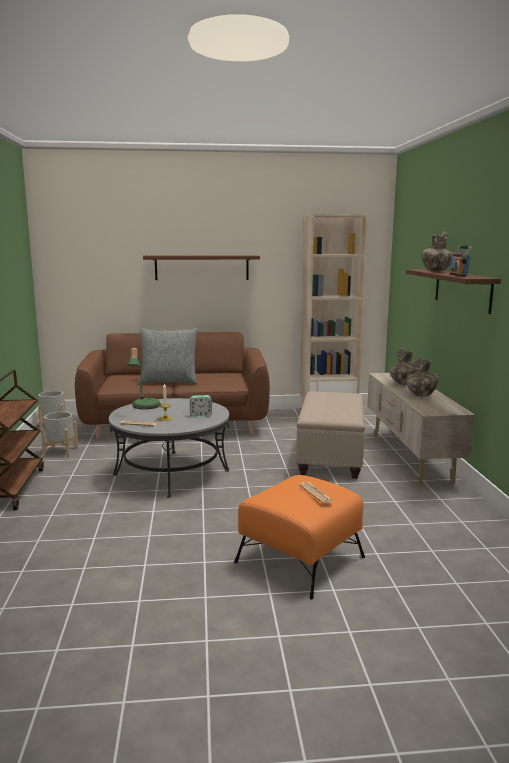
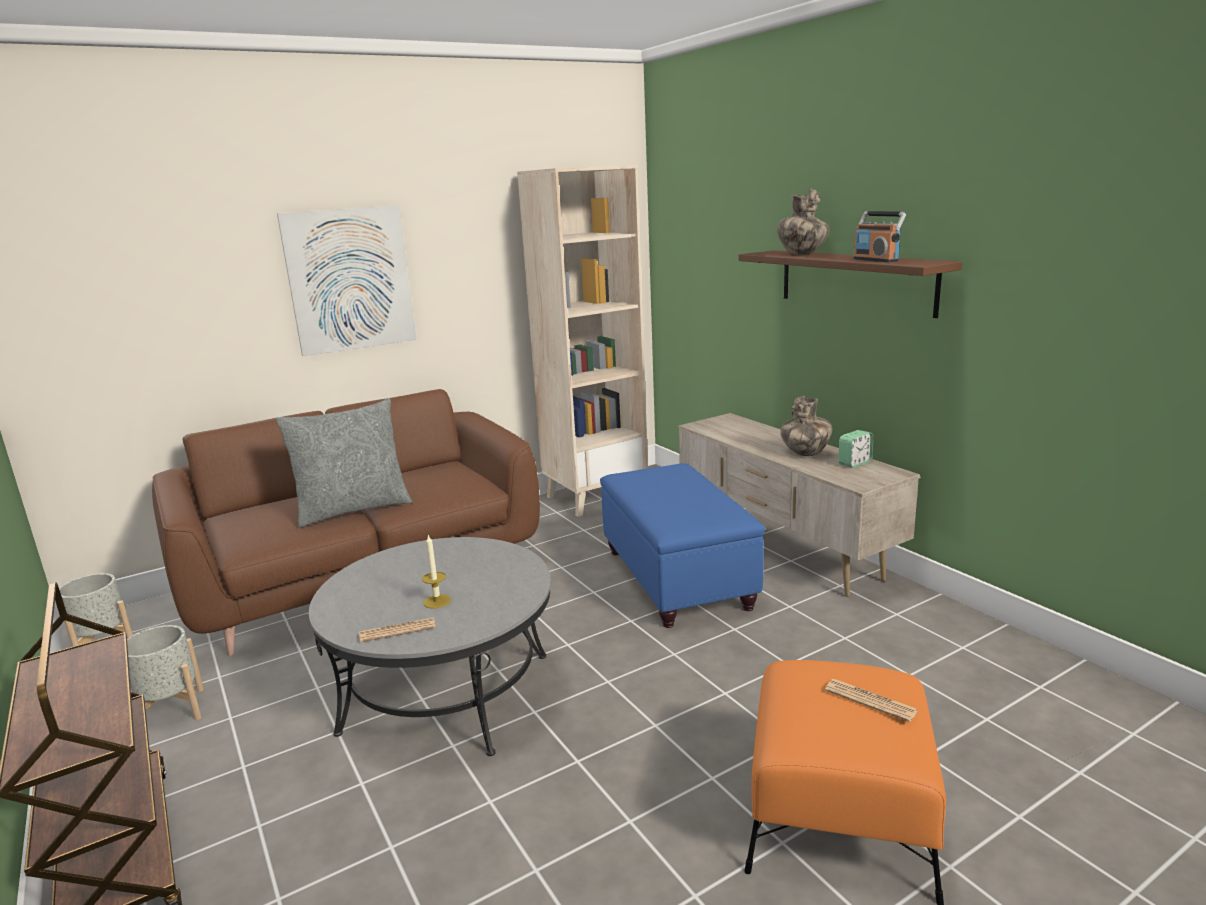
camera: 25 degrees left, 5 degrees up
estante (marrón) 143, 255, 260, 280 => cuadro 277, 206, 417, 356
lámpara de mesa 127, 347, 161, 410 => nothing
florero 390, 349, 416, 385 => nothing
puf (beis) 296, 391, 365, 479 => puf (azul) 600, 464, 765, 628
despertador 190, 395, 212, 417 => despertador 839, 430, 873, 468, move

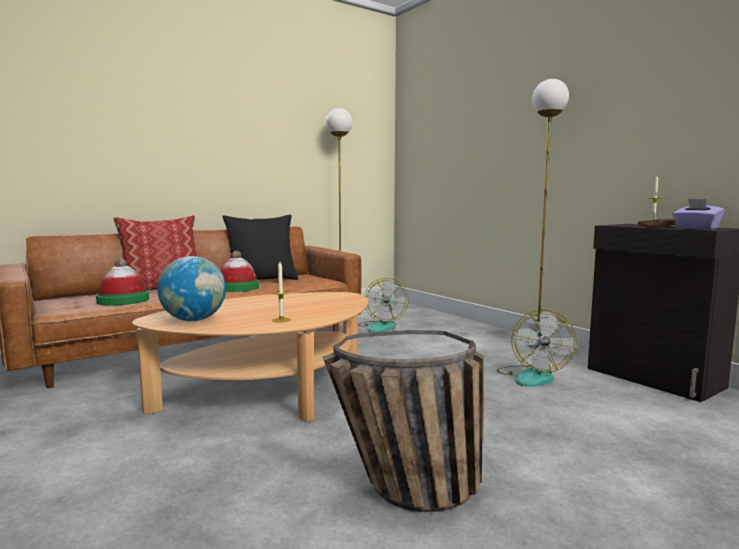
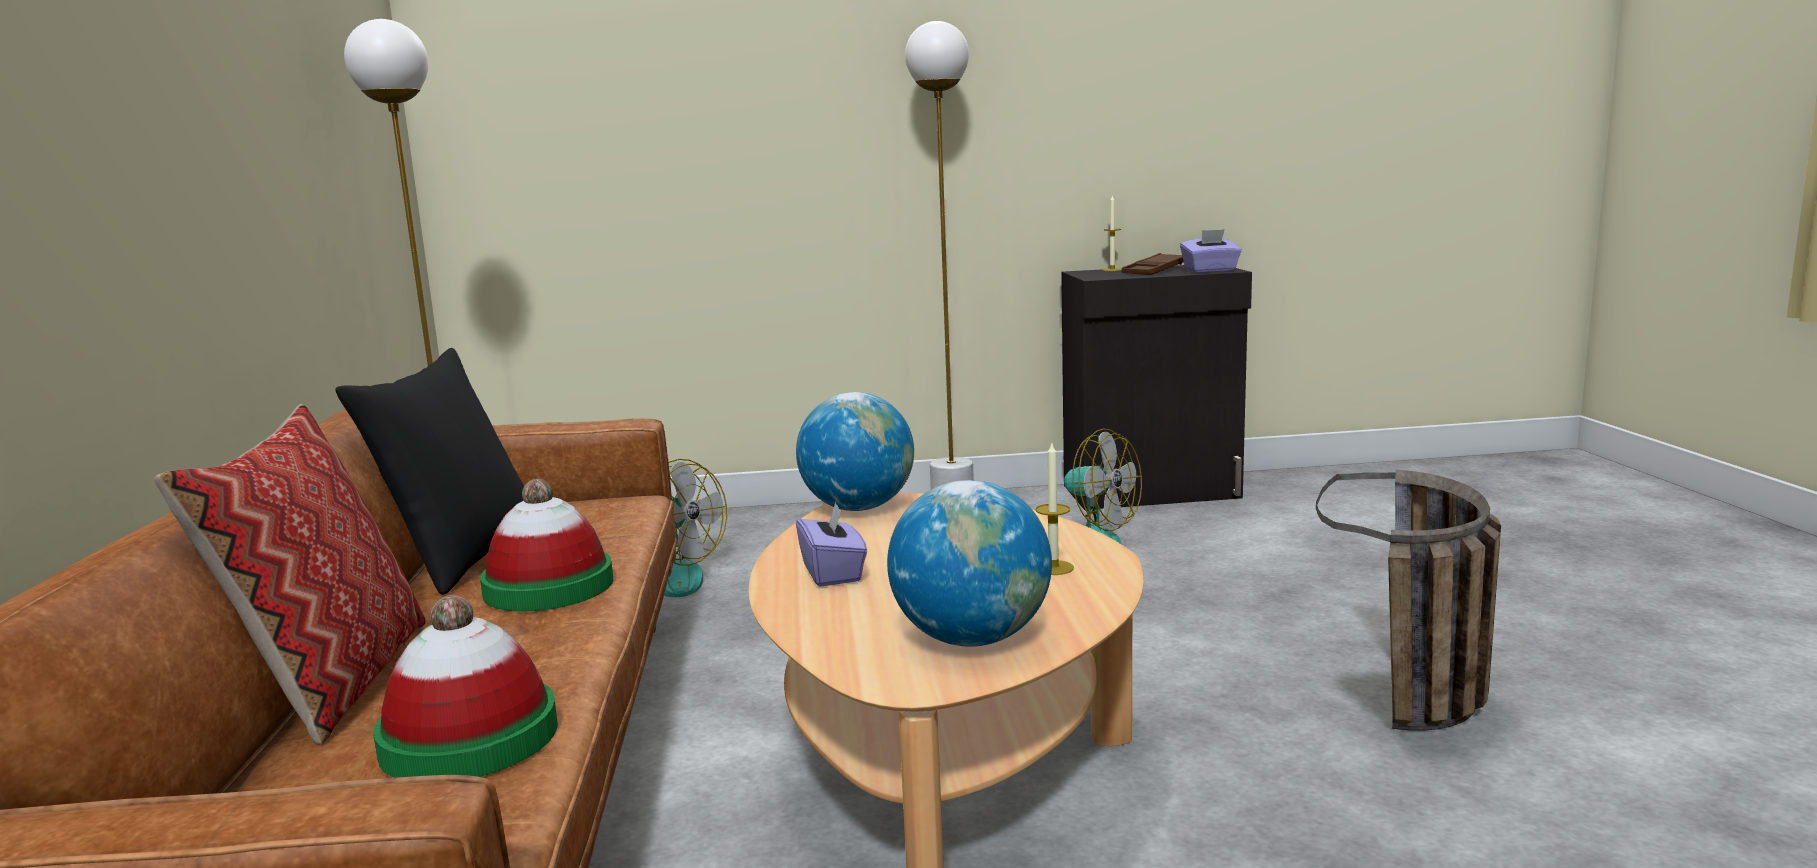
camera: 60 degrees left, 5 degrees up
nothing => globo terráqueo 796, 392, 914, 511
nothing => caja de pañuelos (morado) 796, 502, 867, 587

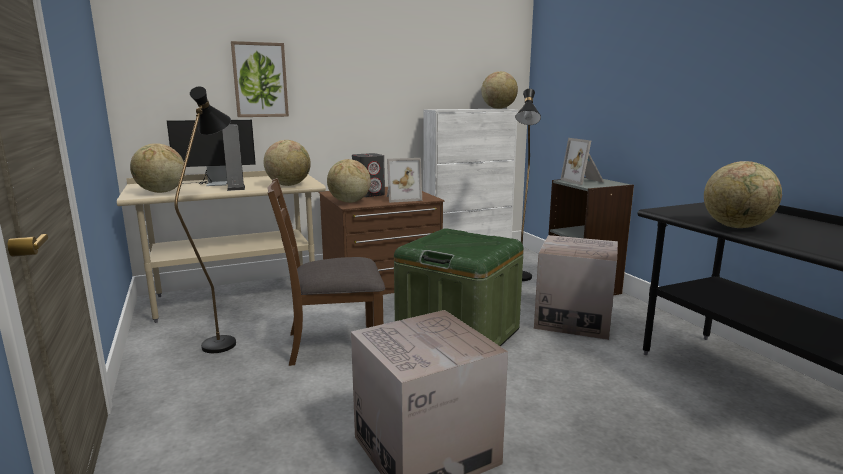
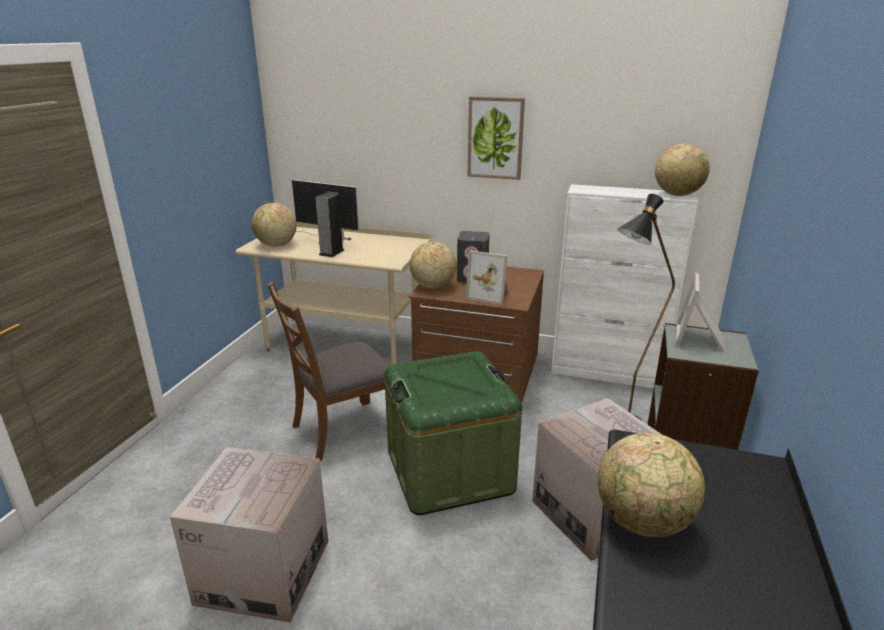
camera: 40 degrees right, 10 degrees up
cuadro 231, 41, 289, 117 => cuadro 468, 96, 525, 180, move
lámpara de pie (negro) 174, 86, 236, 353 => nothing
globo terráqueo 263, 140, 311, 186 => nothing
silla (marrón) 267, 178, 385, 366 => silla (marrón) 267, 282, 390, 461, 60 degrees counterclockwise

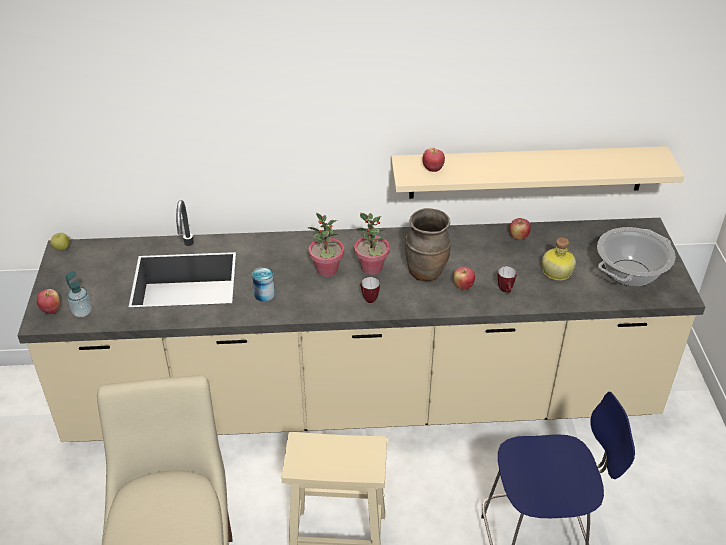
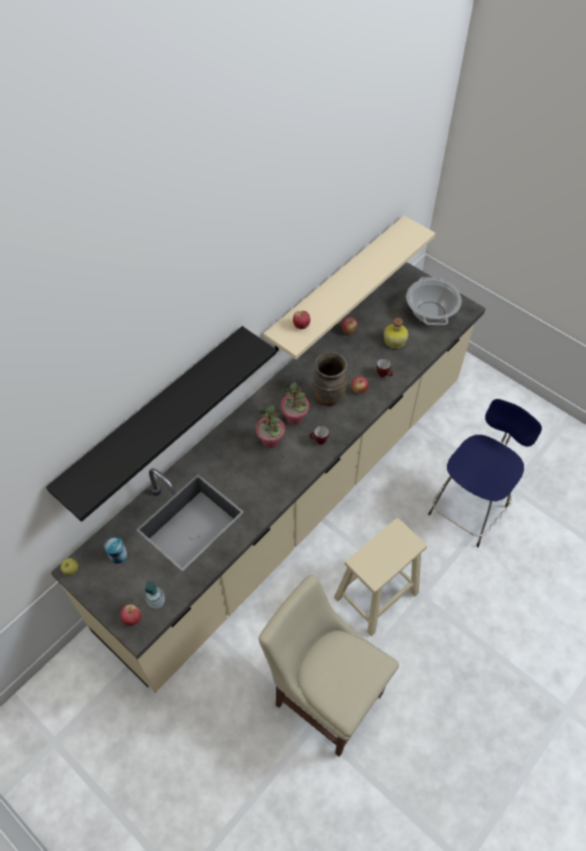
camera: 45 degrees left, 15 degrees up
lata 252, 267, 275, 302 => lata 105, 537, 127, 564, move
nothing => estante (negro) 46, 326, 276, 522

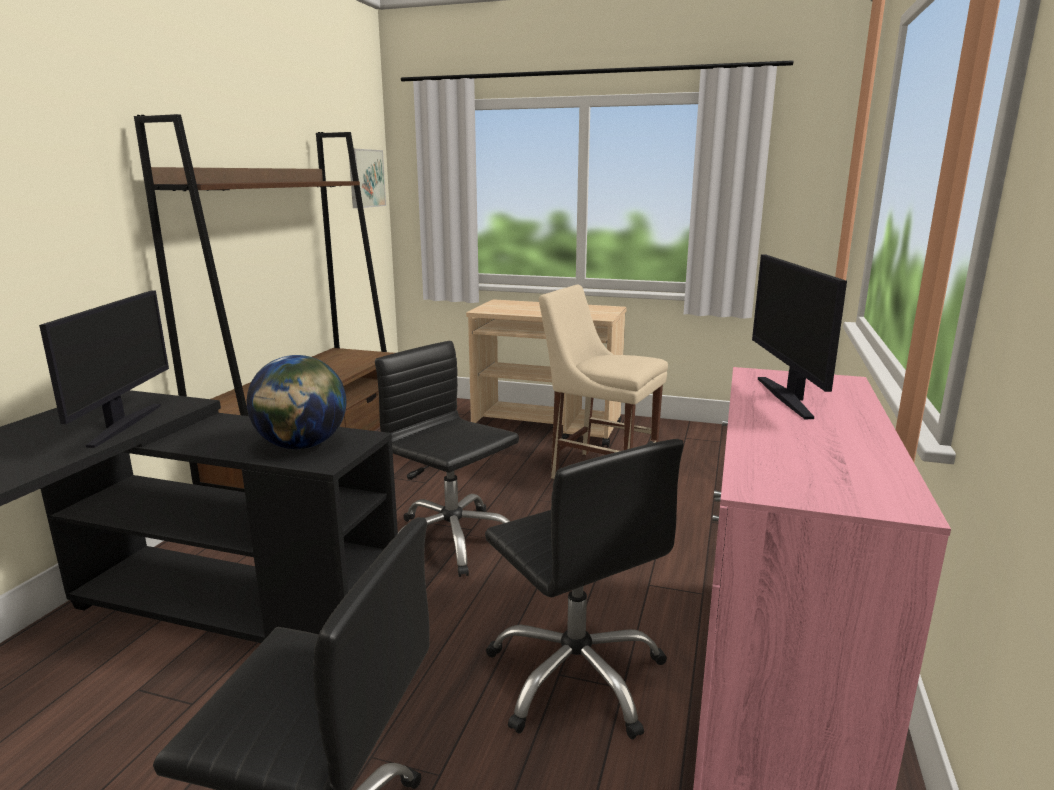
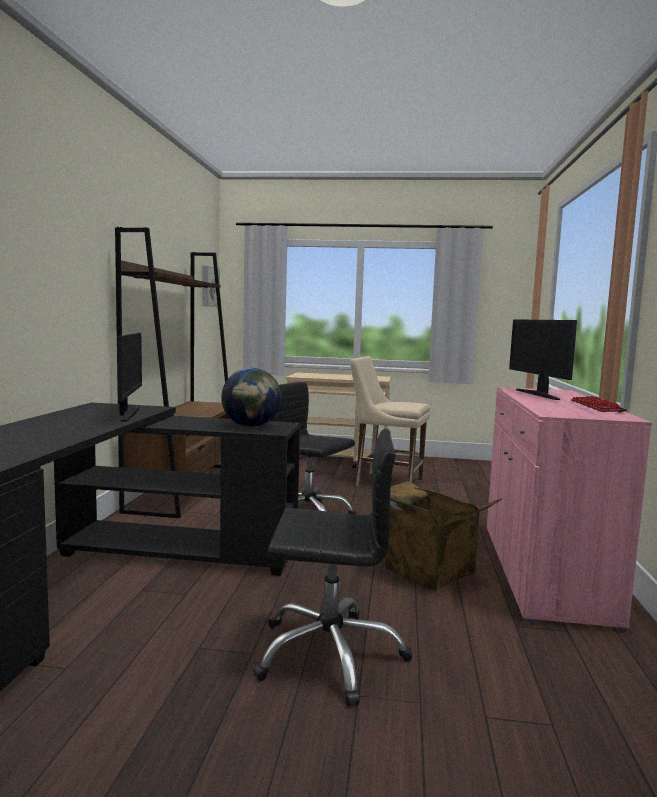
camera: 10 degrees left, 10 degrees down
silla de oficina (negro) 485, 439, 684, 739 => caja de cartón 369, 481, 502, 591
nothing => teclado 571, 396, 627, 413

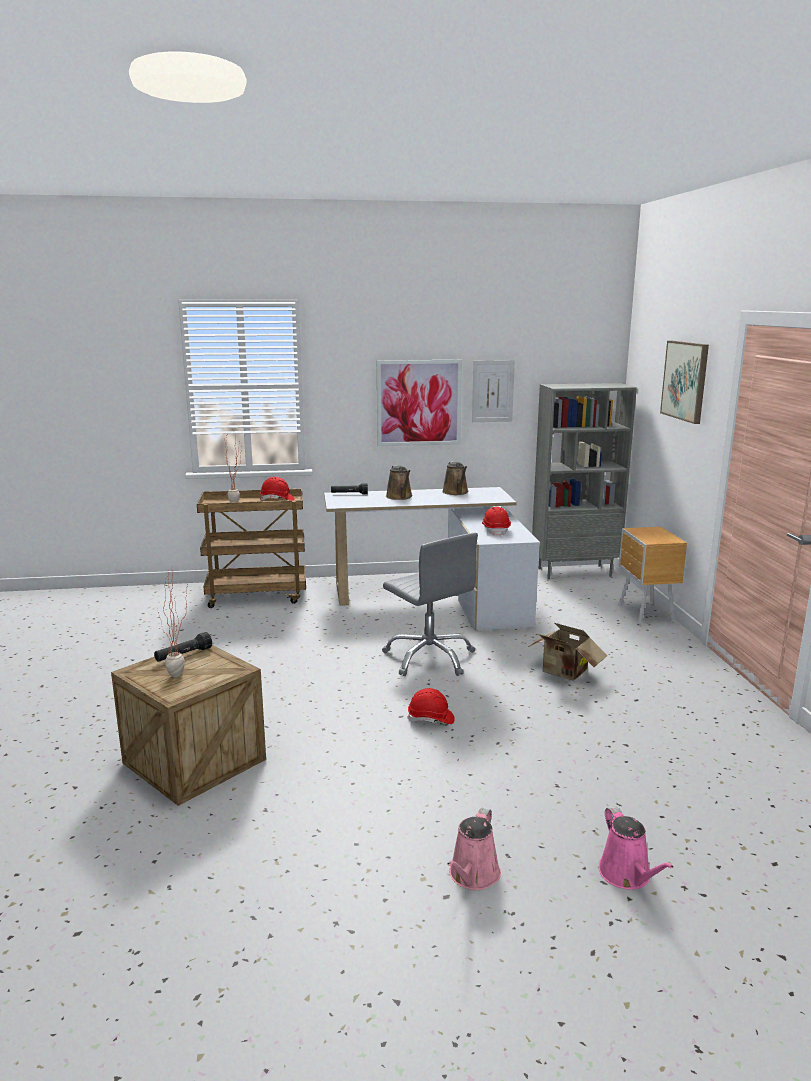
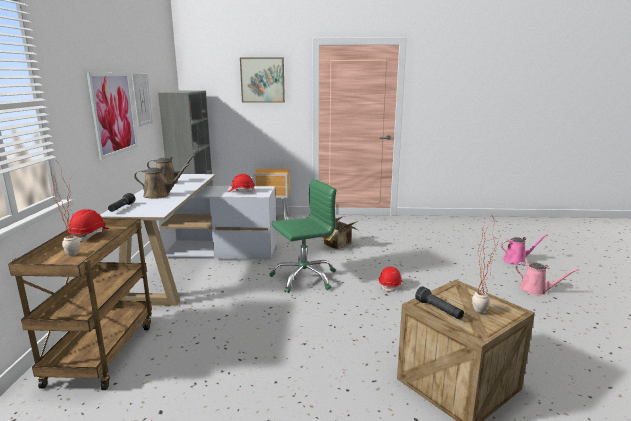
camera: 80 degrees left, 0 degrees up
silla de oficina (gris) 382, 533, 478, 676 => silla de oficina (verde) 269, 179, 337, 293

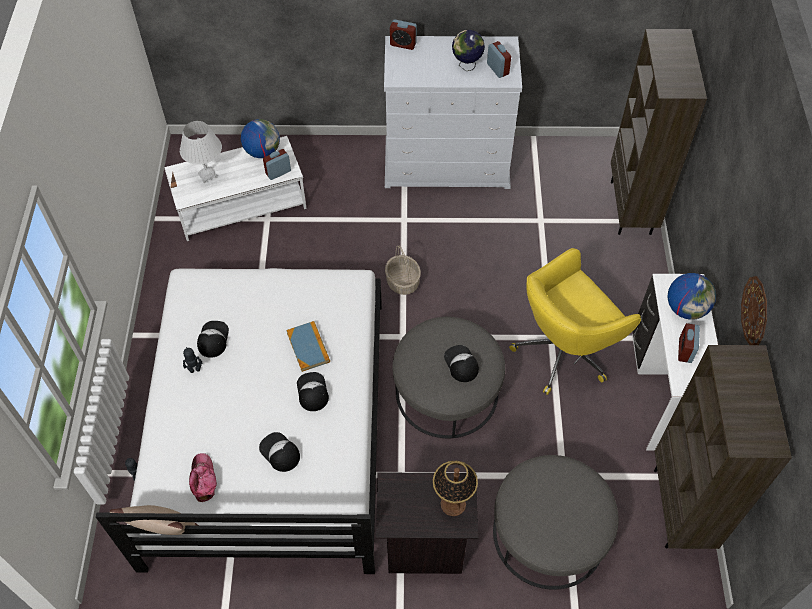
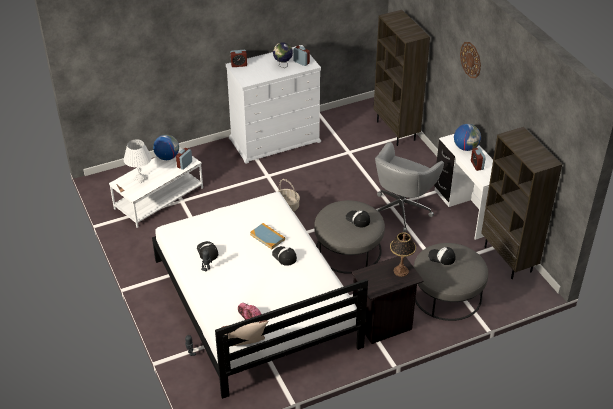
camera: 25 degrees left, 15 degrees down
silla de oficina (amarillo) 509, 248, 641, 395 => silla de oficina (gris) 375, 142, 444, 232
reloj de pared 741, 276, 767, 345 => reloj de pared 460, 42, 481, 78, move
gorra 259, 432, 300, 472 => gorra 428, 247, 456, 265, move

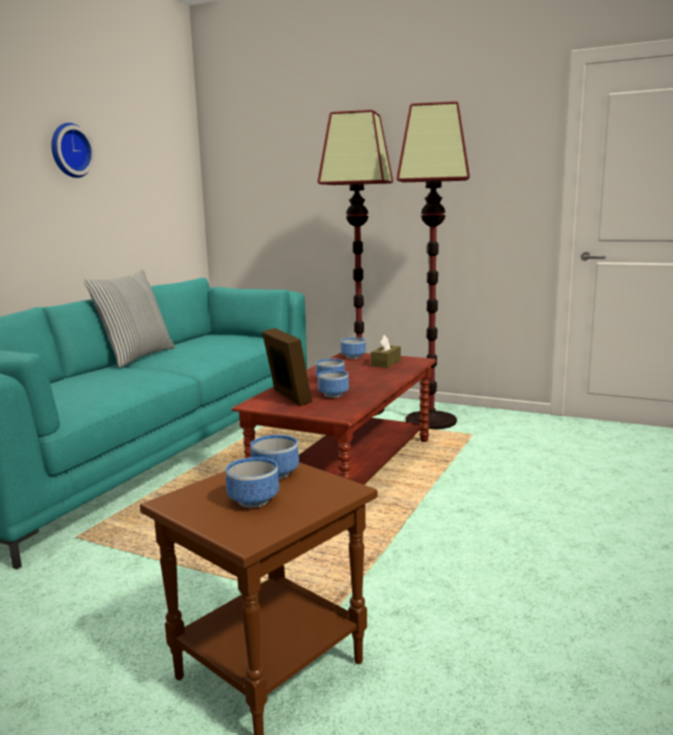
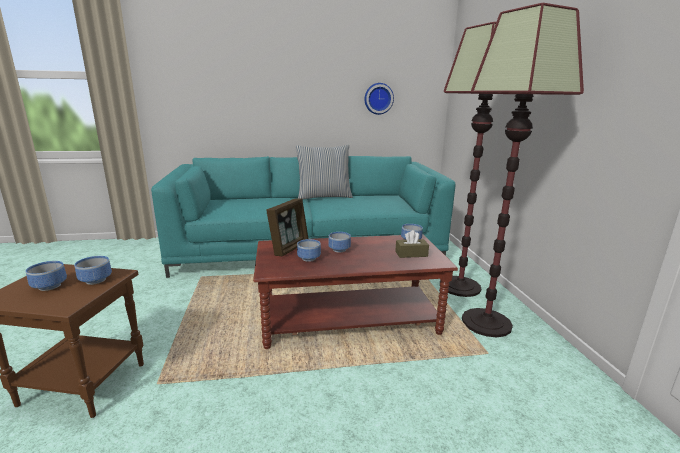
camera: 55 degrees right, 5 degrees up
reloj de pared 51, 123, 95, 178 => reloj de pared 364, 83, 394, 115, move

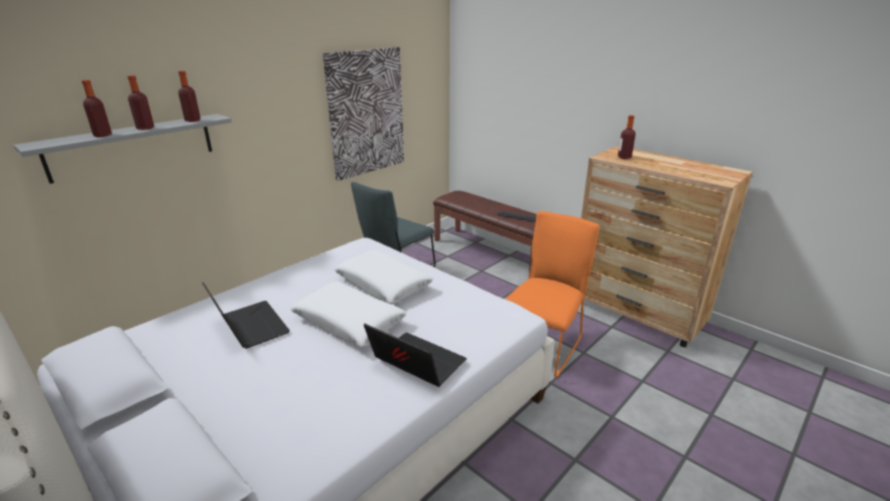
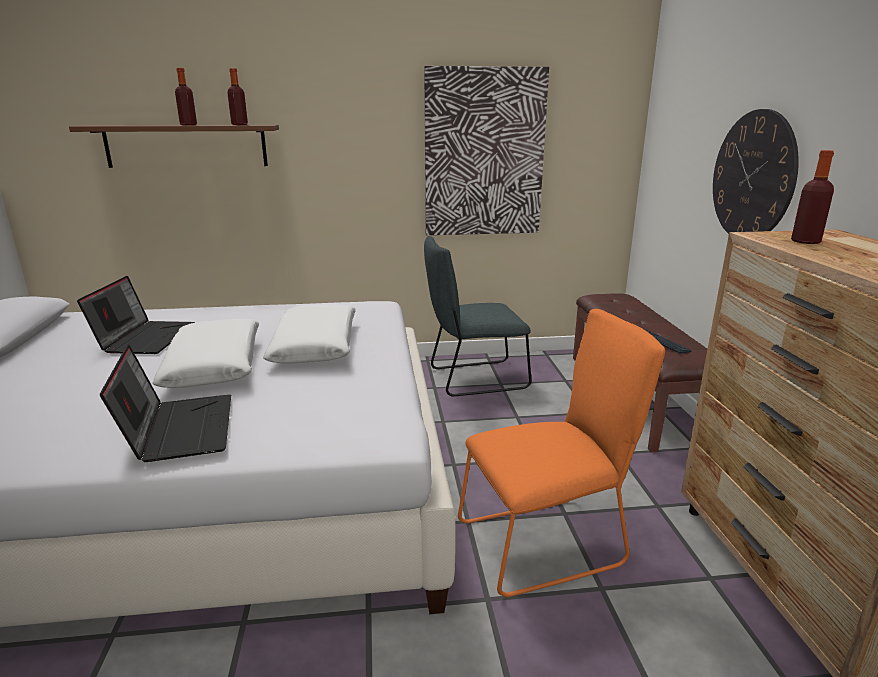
camera: 40 degrees right, 5 degrees down
botella 82, 80, 112, 137 => nothing
estante (gris) 13, 114, 232, 184 => estante (marrón) 69, 125, 279, 168
nothing => reloj de pared 713, 109, 799, 234

